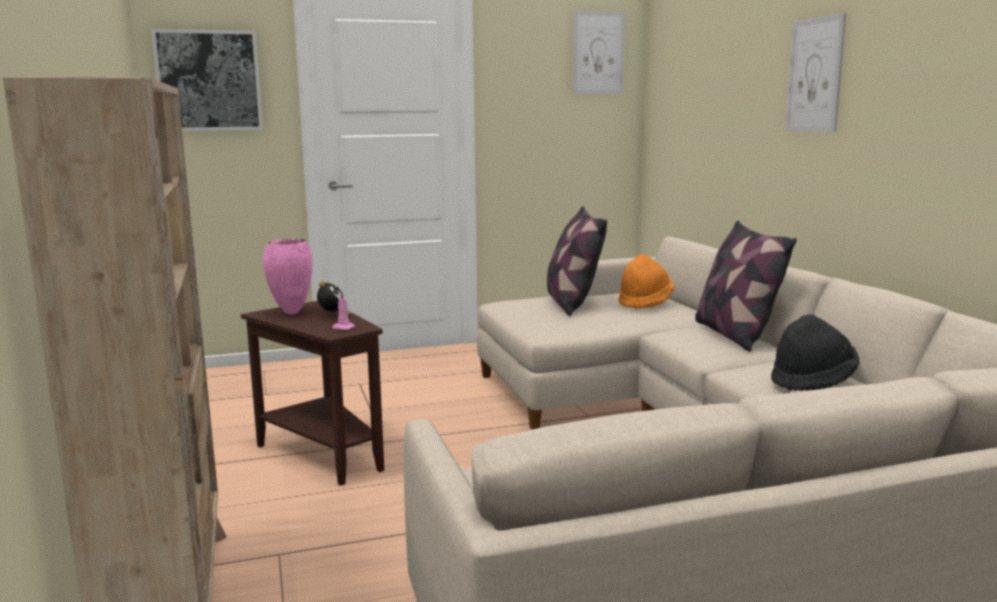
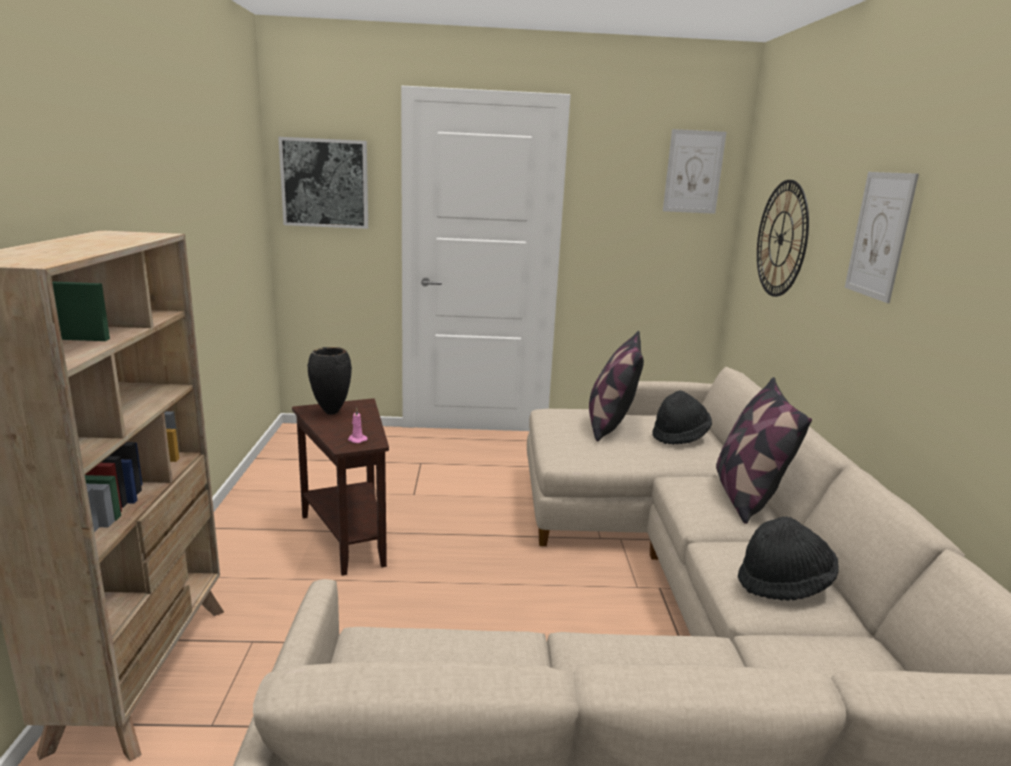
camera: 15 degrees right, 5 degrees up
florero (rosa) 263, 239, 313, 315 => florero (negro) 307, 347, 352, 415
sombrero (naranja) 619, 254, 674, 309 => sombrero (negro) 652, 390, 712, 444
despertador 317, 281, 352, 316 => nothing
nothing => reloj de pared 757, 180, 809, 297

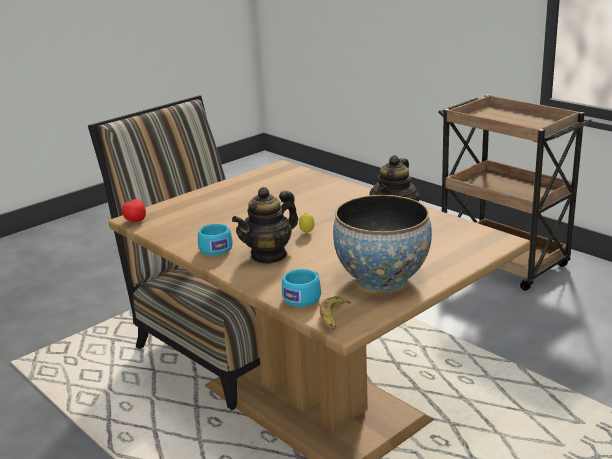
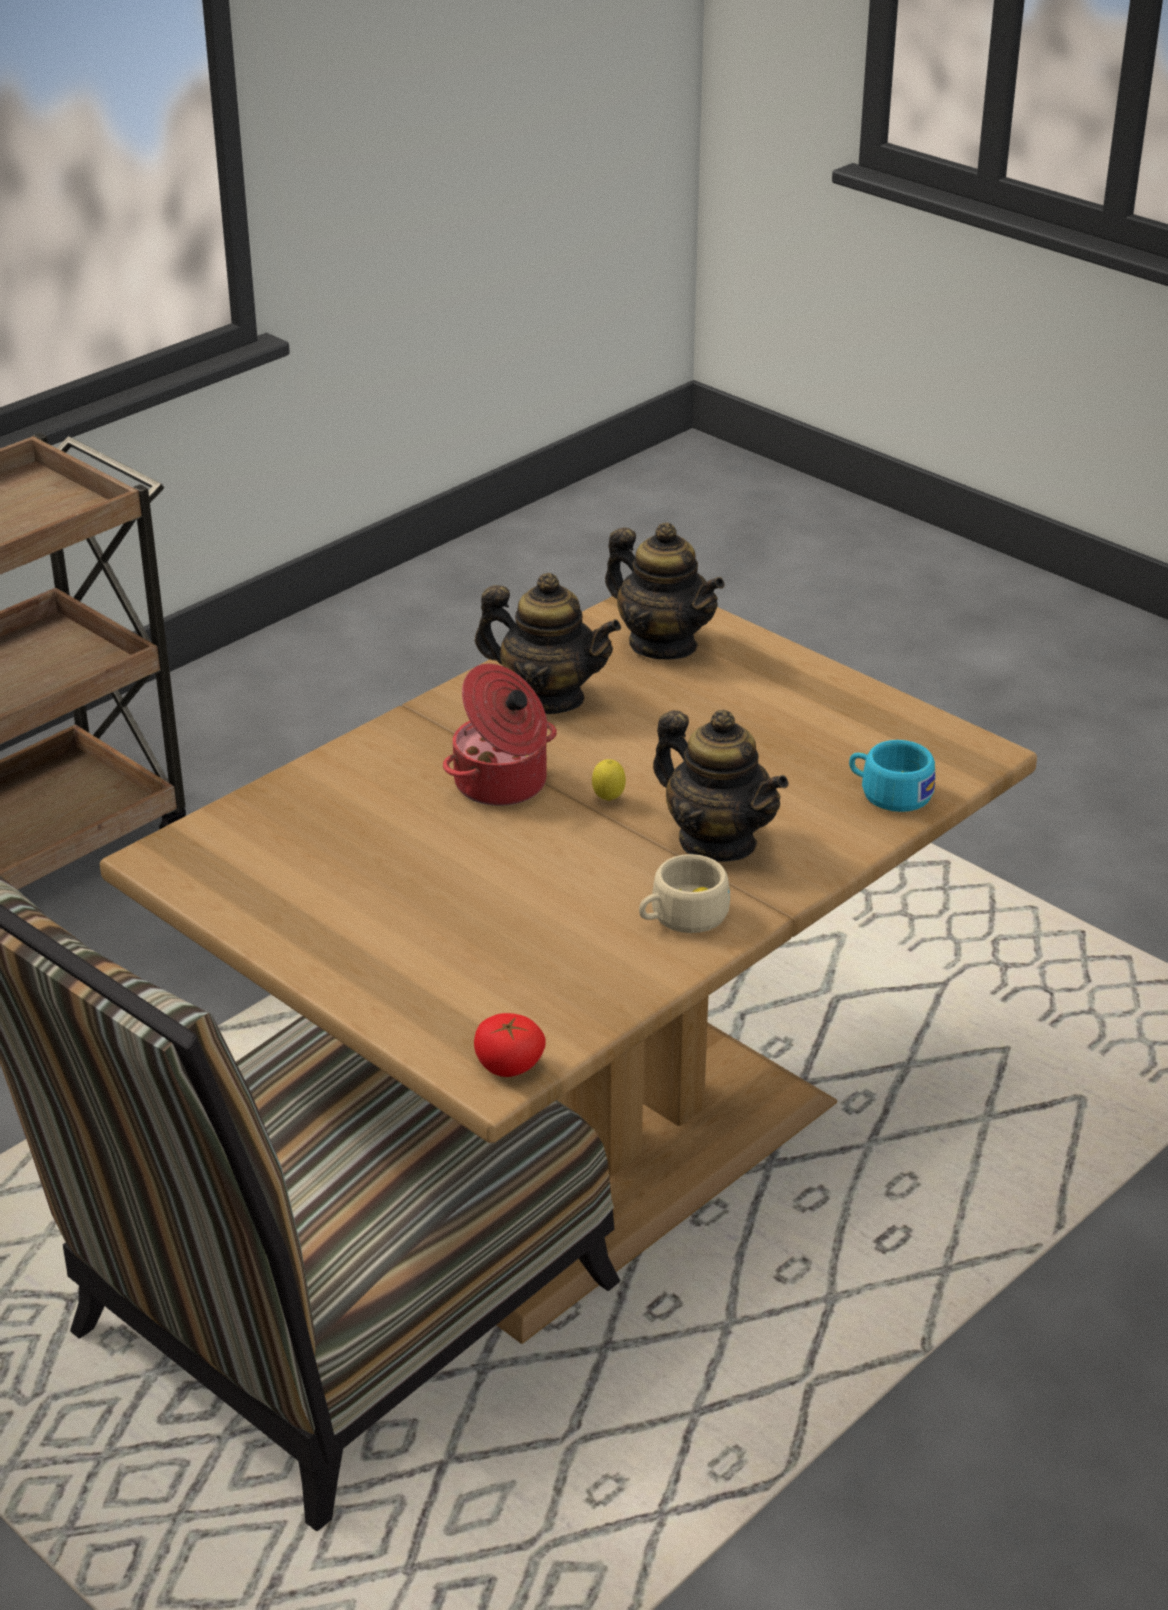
camera: 95 degrees left, 10 degrees up
cuenco 333, 195, 432, 292 => nothing
taza (turquesa) 198, 224, 233, 256 => taza (beis) 639, 854, 730, 933
plátano 320, 296, 351, 330 => nothing
nothing => tetera 605, 522, 725, 659
nothing => olla 443, 664, 557, 806

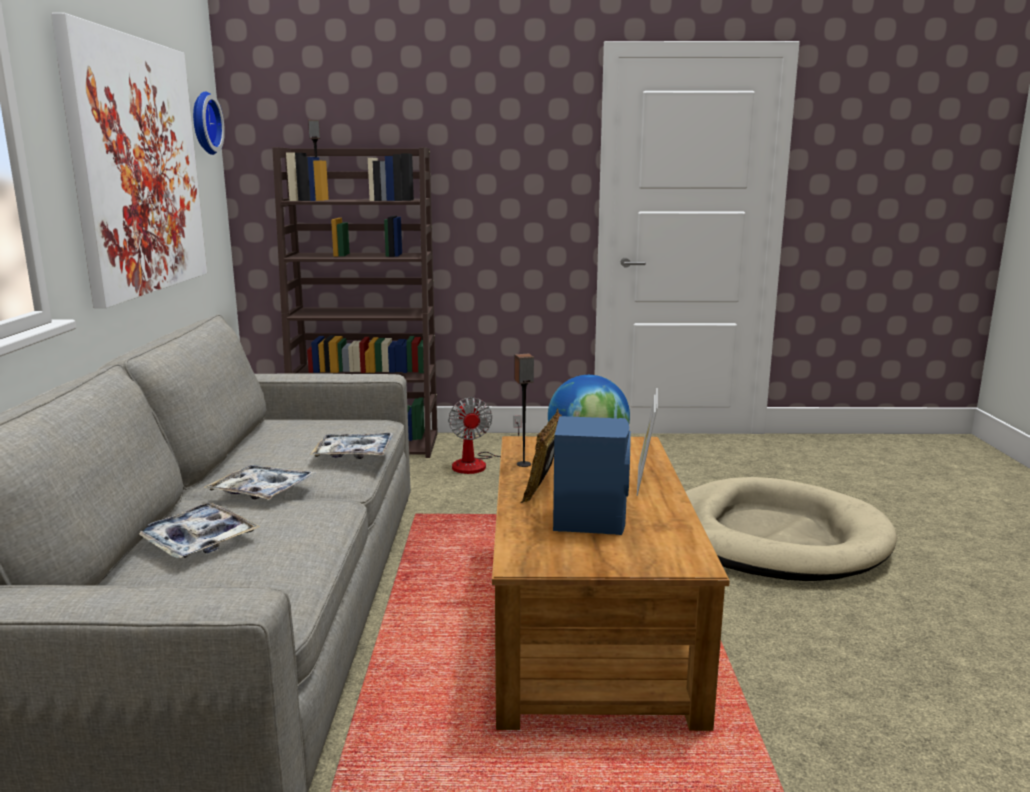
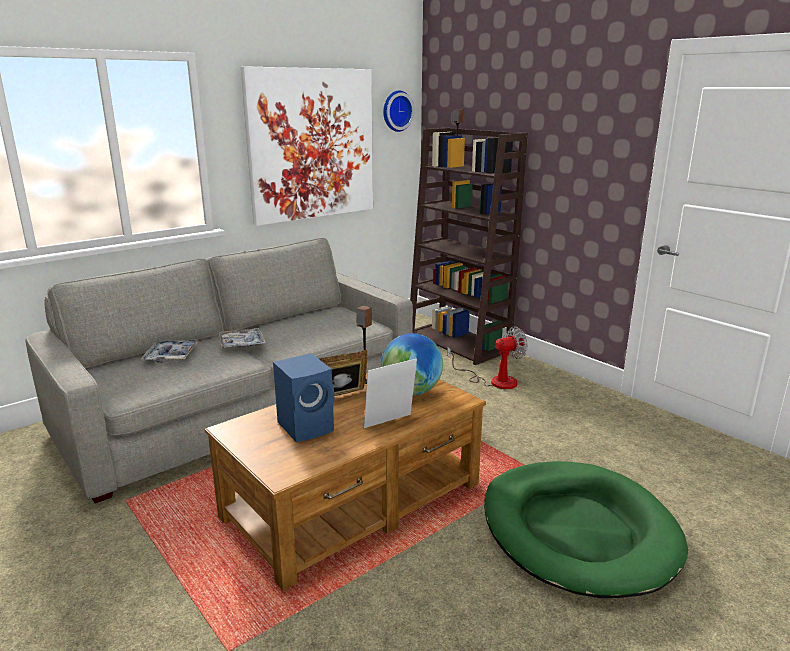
camera: 50 degrees right, 5 degrees up
ventilador 448, 397, 521, 474 => ventilador 447, 327, 528, 389, 150 degrees counterclockwise
bandeja 310, 433, 394, 459 => nothing
cama para perro (beis) 685, 477, 897, 581 => cama para perro (verde) 484, 461, 688, 598

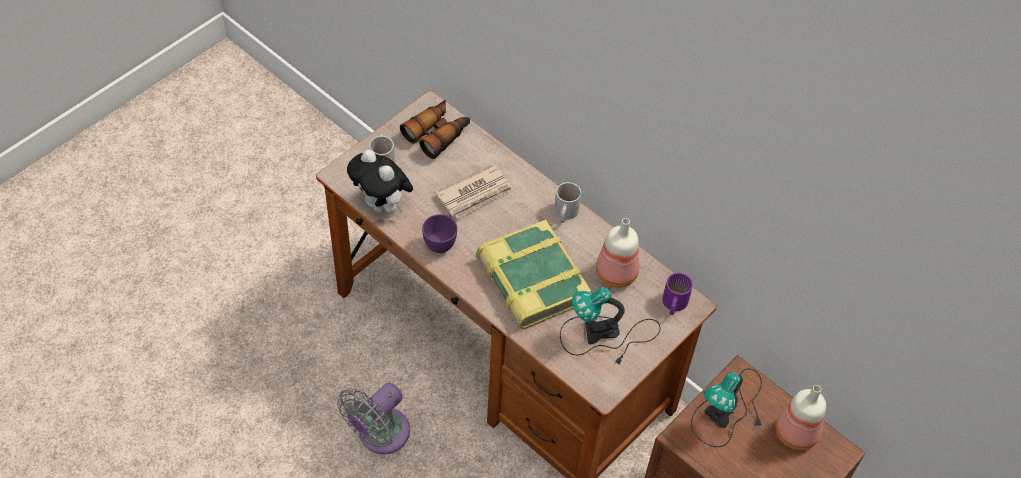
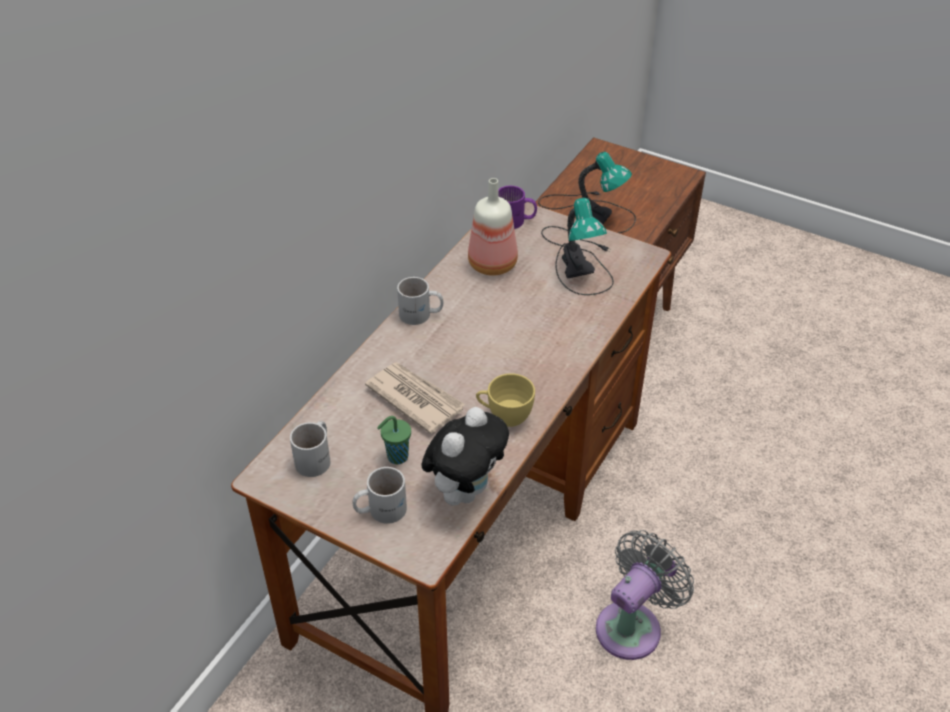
camera: 100 degrees left, 10 degrees down
prismáticos 400, 100, 470, 159 => taza grande (blanco) 290, 421, 331, 477
taza (morado) 422, 214, 457, 253 => taza (amarillo) 476, 373, 535, 427
libro 476, 220, 591, 329 => nothing
ventilador (gris) 337, 383, 410, 454 => ventilador (gris) 596, 530, 694, 660, 75 degrees counterclockwise
botella 776, 385, 826, 450 => nothing
nothing => taza (verde) 377, 416, 411, 464

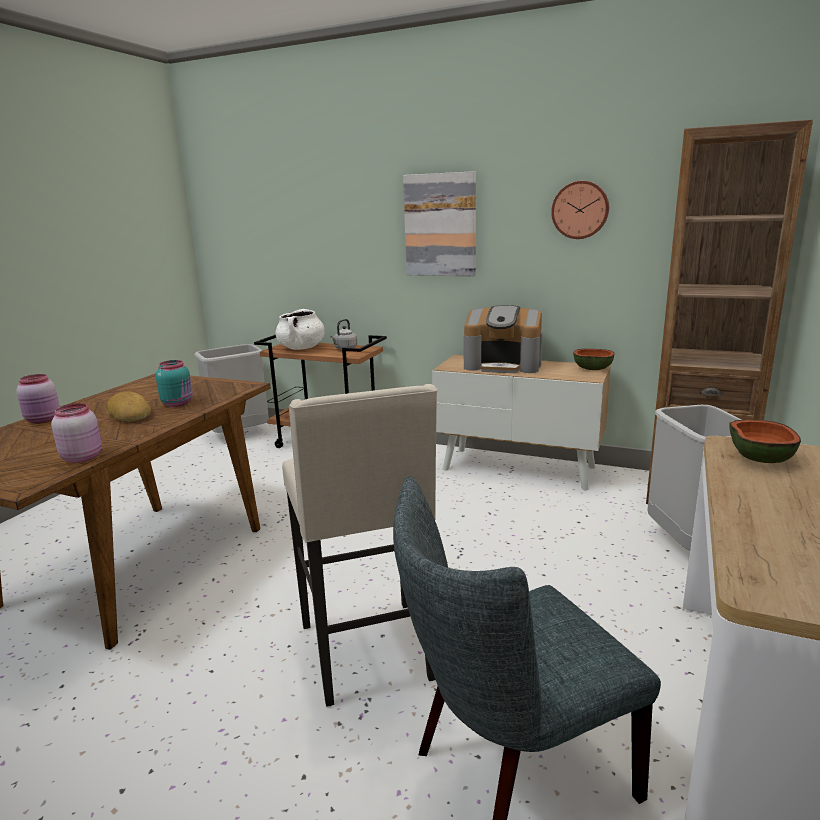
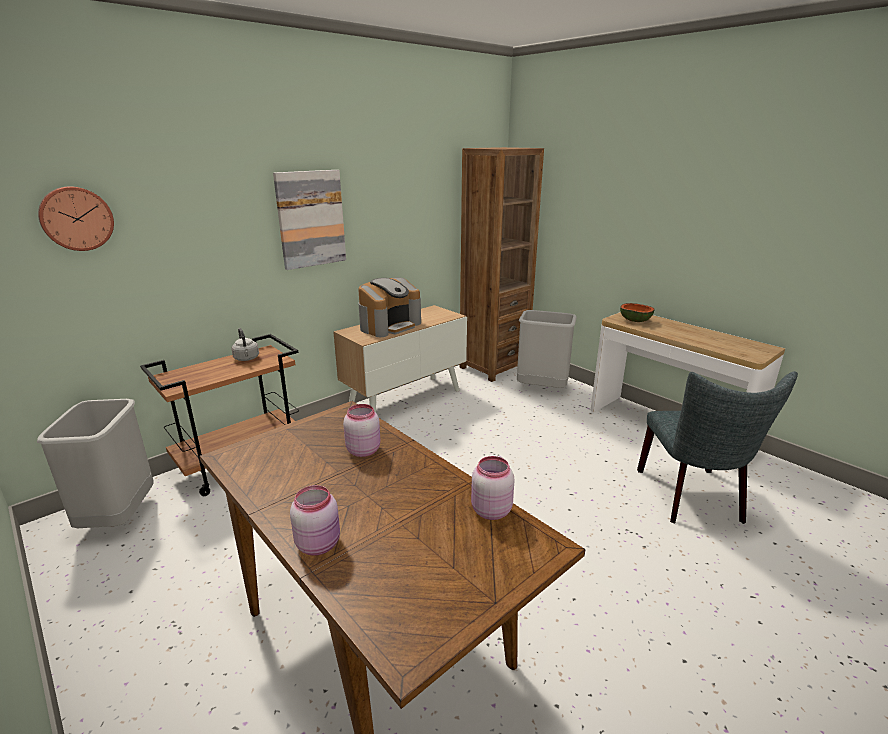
camera: 65 degrees left, 5 degrees up
reloj de pared 551, 181, 609, 239 => reloj de pared 38, 186, 114, 251, move
olla (blanco) 276, 309, 325, 350 => nothing
cuenco 574, 349, 615, 370 => nothing
tarro (turquesa) 156, 360, 193, 407 => tarro (rosa) 343, 404, 380, 457
taburete (beis) 282, 384, 438, 707 => nothing
pan 107, 391, 151, 421 => nothing

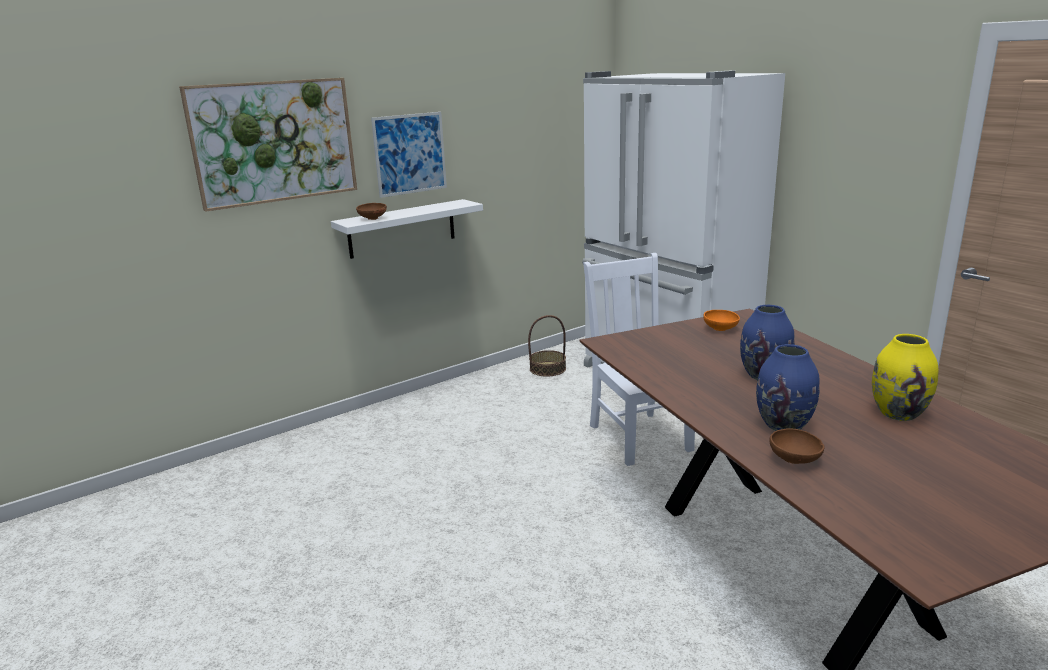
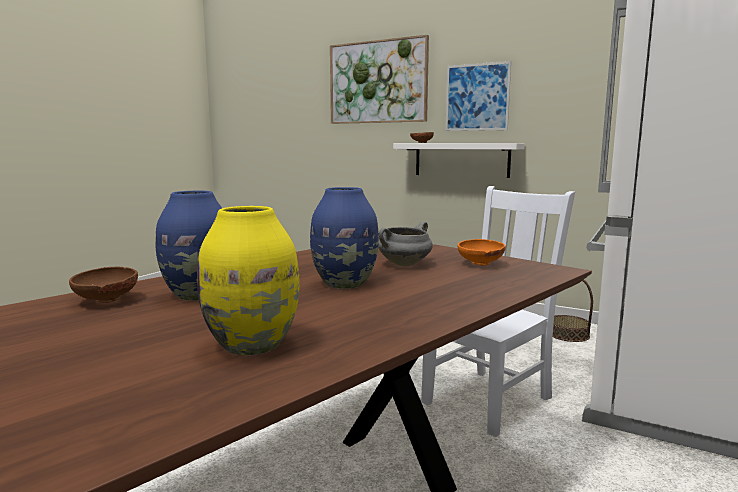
camera: 65 degrees right, 10 degrees down
nothing => olla (gris) 378, 221, 433, 266

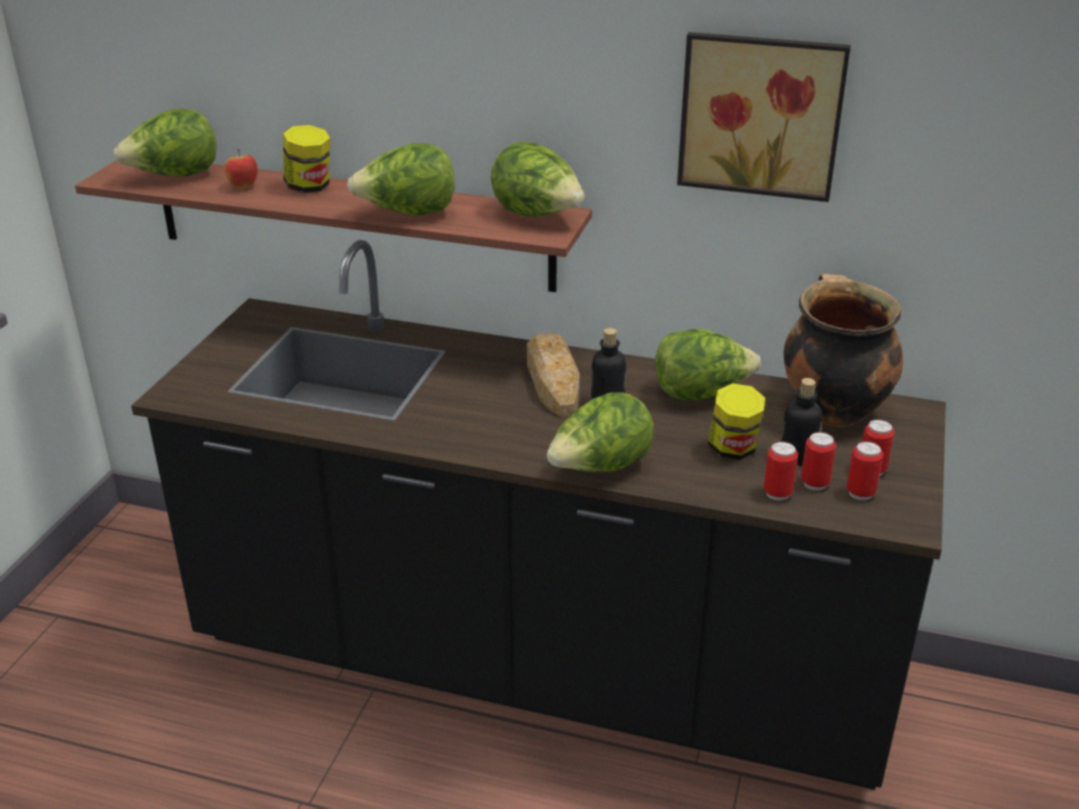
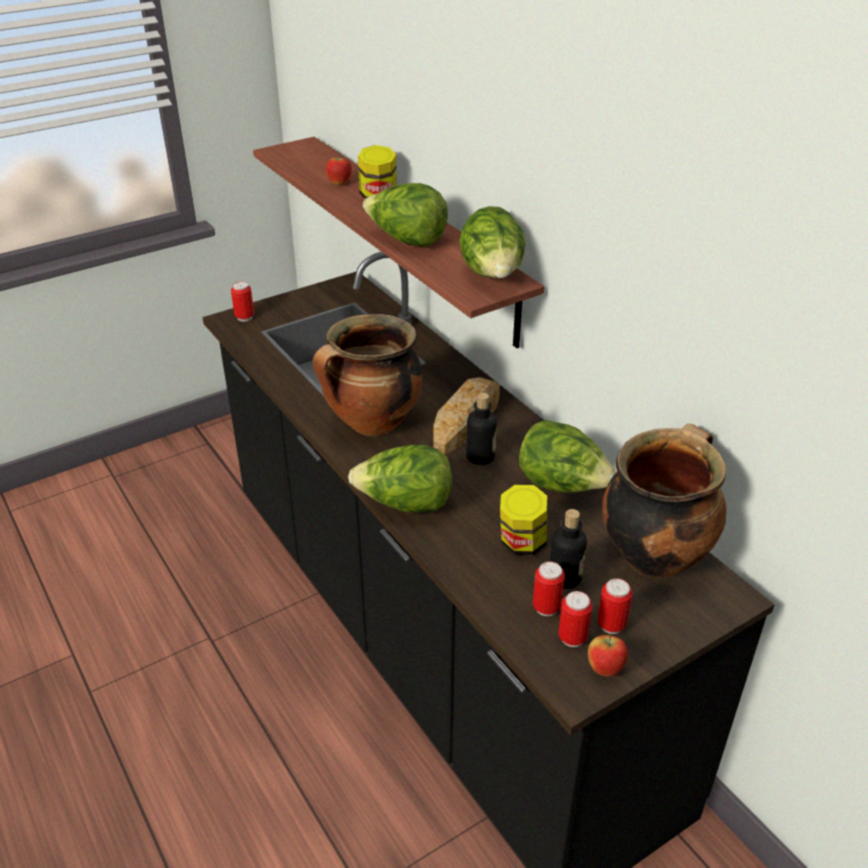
camera: 40 degrees right, 5 degrees up
cuadro 677, 32, 851, 202 => nothing
lechuga 114, 109, 216, 177 => nothing
lata 763, 441, 798, 501 => lata 231, 281, 254, 322, move
nothing => olla 313, 314, 423, 436
nothing => manzana 588, 634, 628, 676

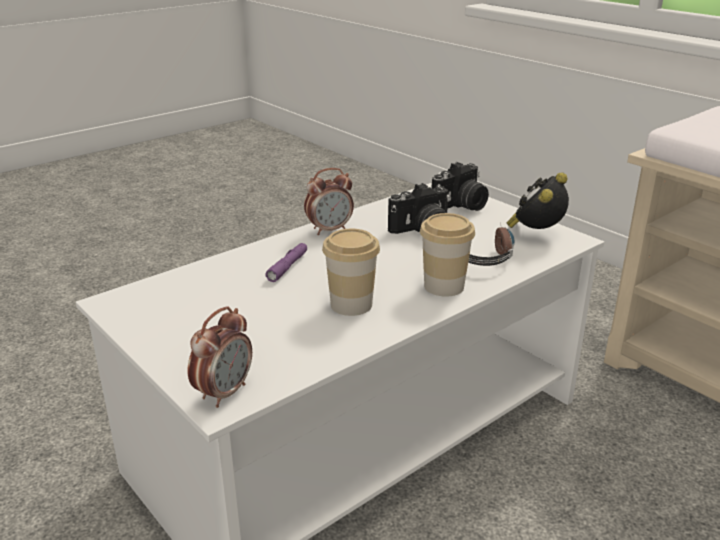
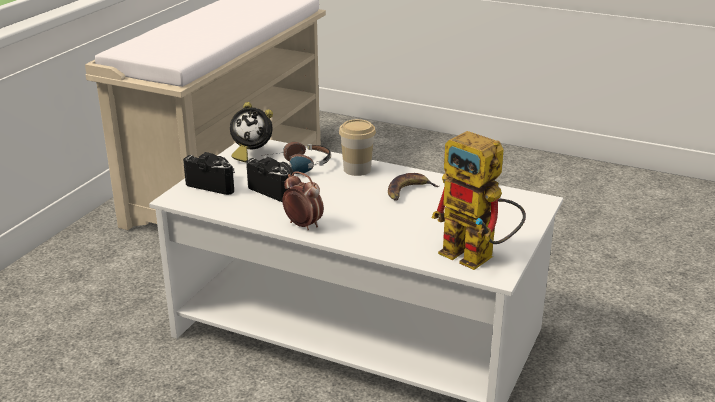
camera: 115 degrees left, 0 degrees up
taza 322, 229, 380, 316 => plátano 388, 173, 439, 201
linterna (morado) 265, 243, 307, 282 => nothing
despertador 188, 306, 252, 408 => nothing
nothing => robot de juguete 431, 131, 526, 270

